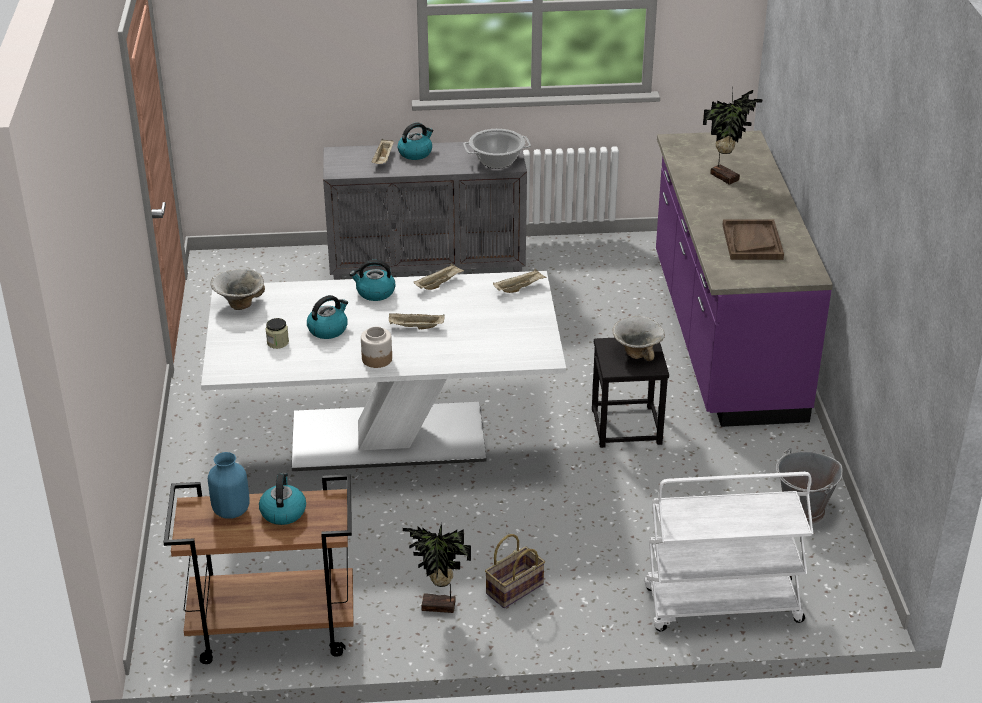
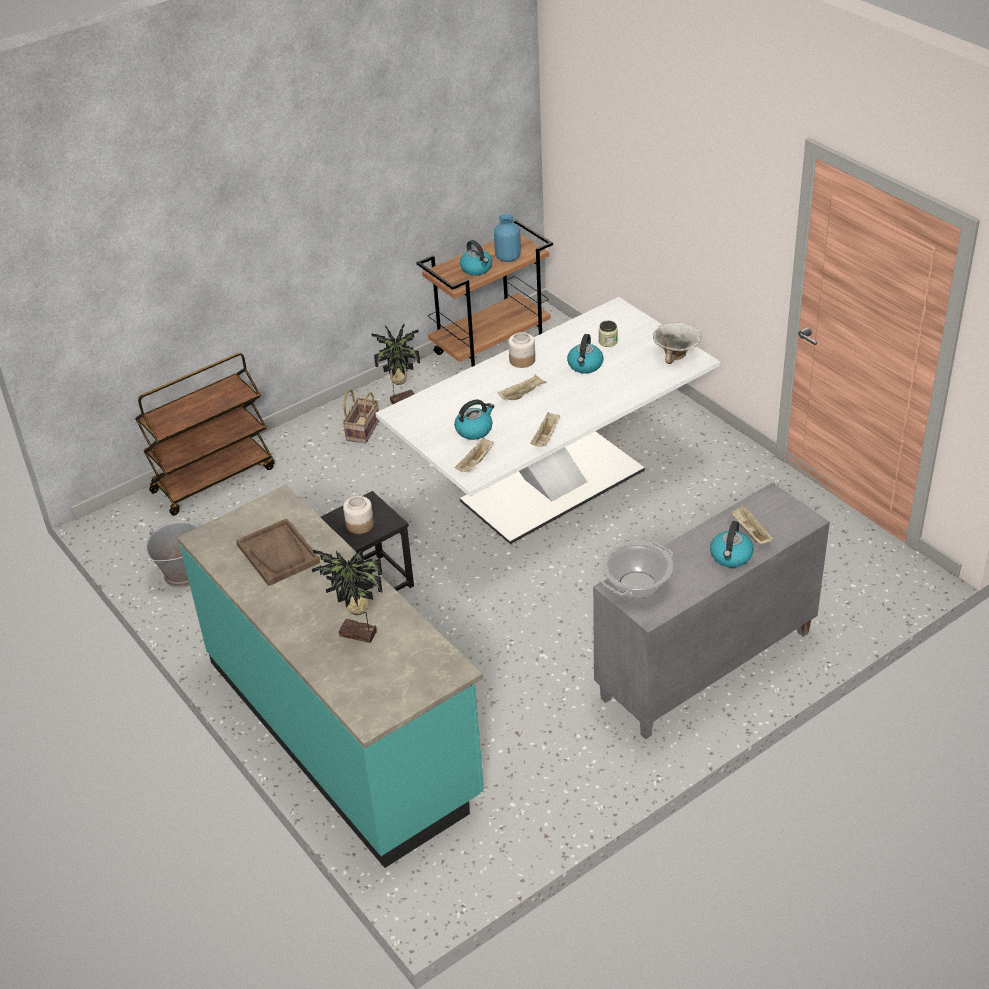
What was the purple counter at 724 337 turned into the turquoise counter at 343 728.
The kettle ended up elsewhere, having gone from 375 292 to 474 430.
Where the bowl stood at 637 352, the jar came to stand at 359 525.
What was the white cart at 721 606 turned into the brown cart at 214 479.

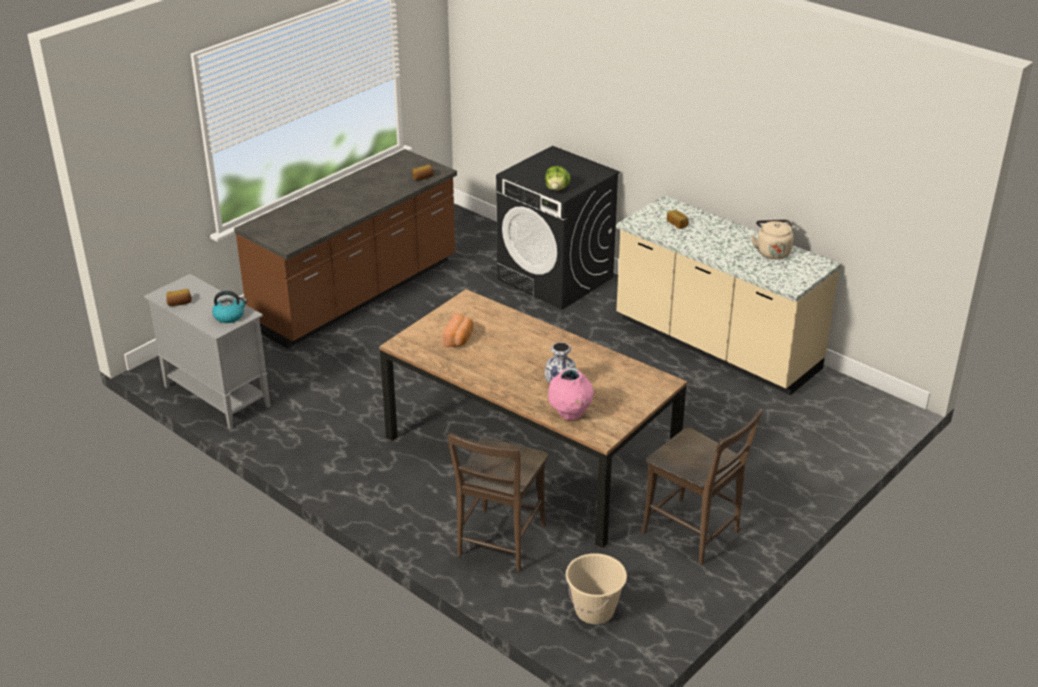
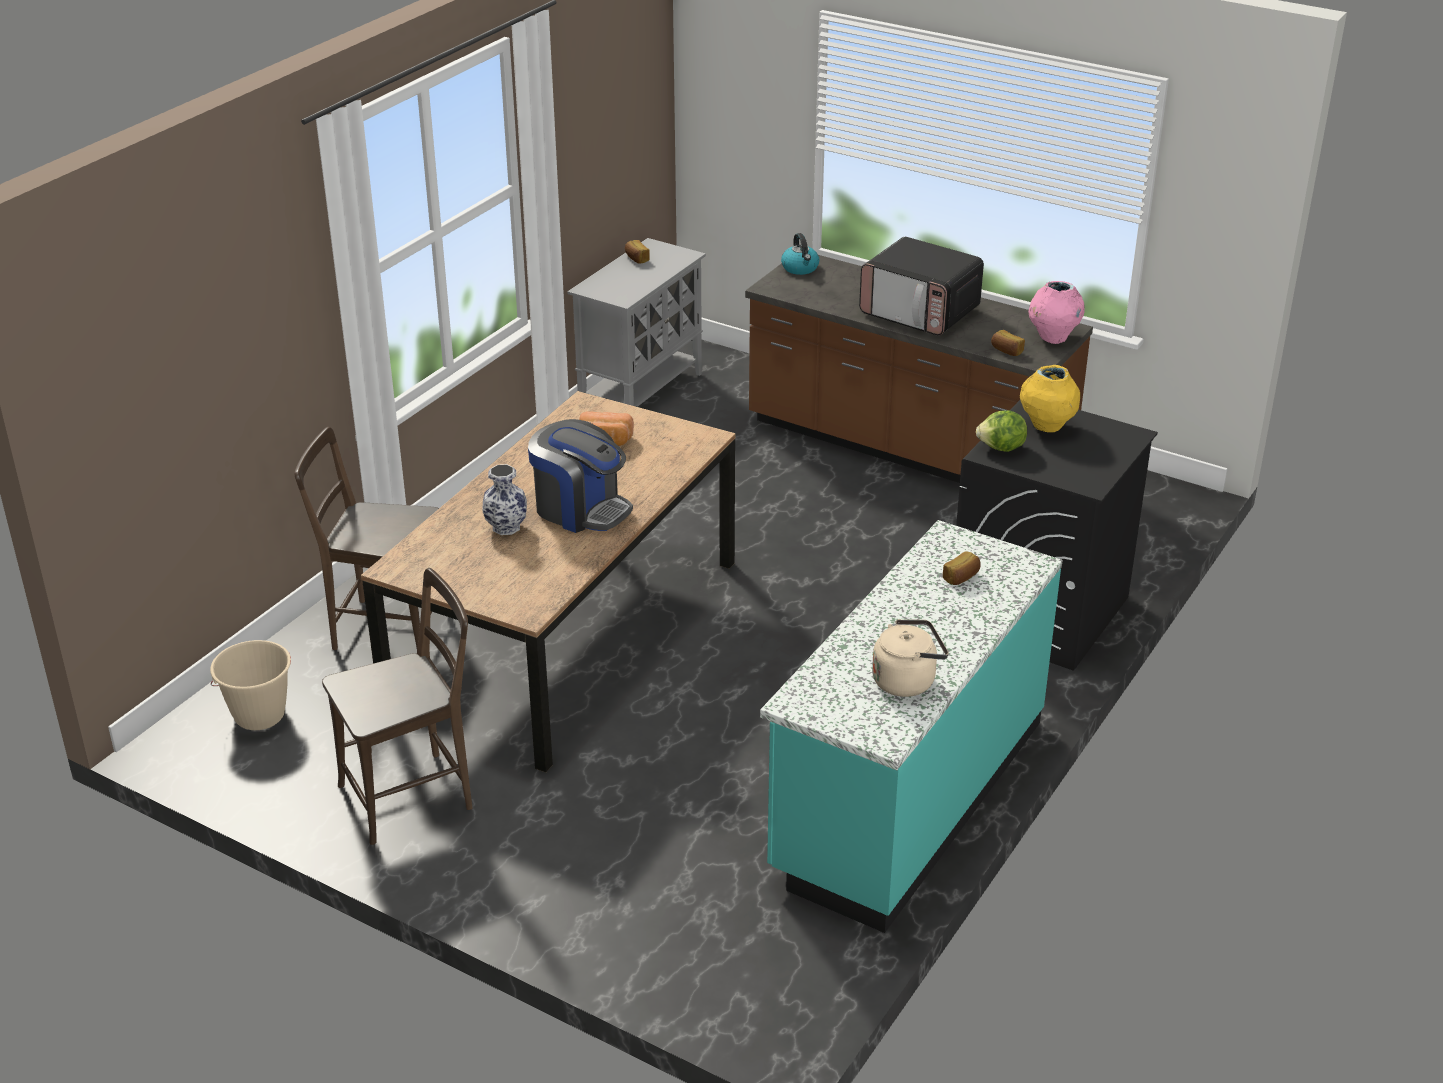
What was the beige counter at 715 346 turned into the turquoise counter at 907 797.
The kettle ended up elsewhere, having gone from 229 316 to 800 268.
The pink vase ended up elsewhere, having gone from 570 414 to 1053 338.
The brown chair at 695 534 ended up facing another way, 150 degrees counterclockwise from before.
The second view gained the microwave at 920 312.
The second view gained the yellow vase at 1047 427.
The second view gained the coffee machine at 581 509.

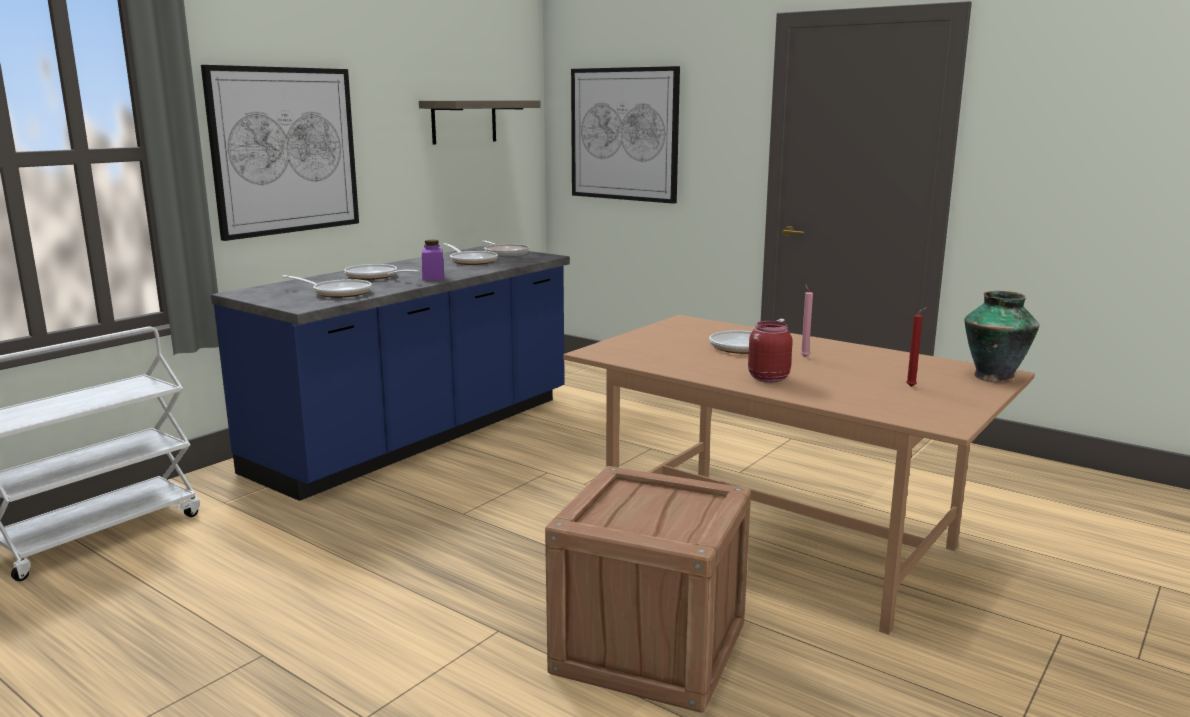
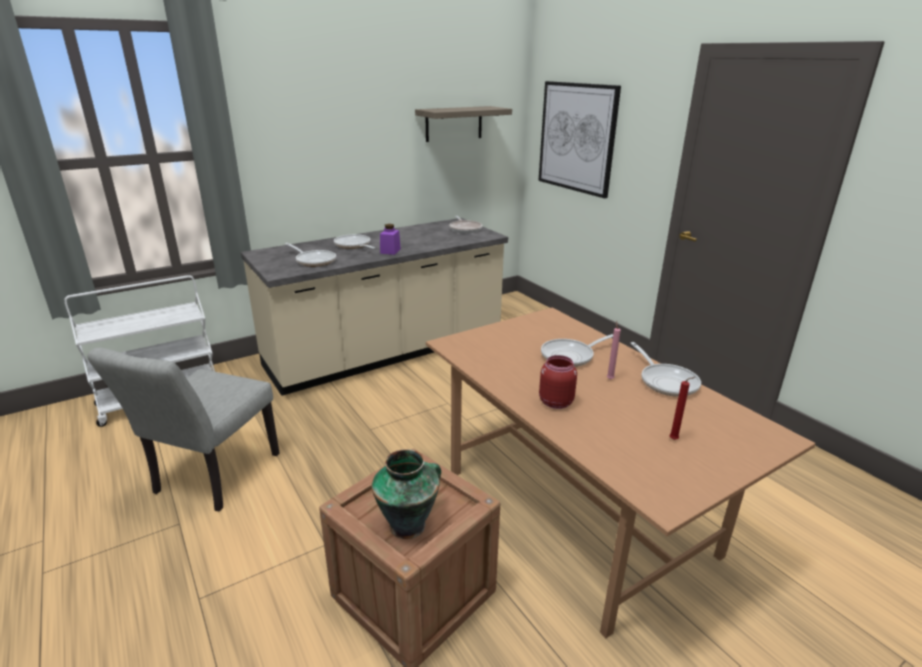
The second view lost the picture at 285 151.
The frying pan ended up elsewhere, having gone from 471 261 to 666 381.
What was the blue counter at 418 435 turned into the beige counter at 386 352.
The vase ended up elsewhere, having gone from 994 376 to 409 524.
The second view gained the grey chair at 211 478.

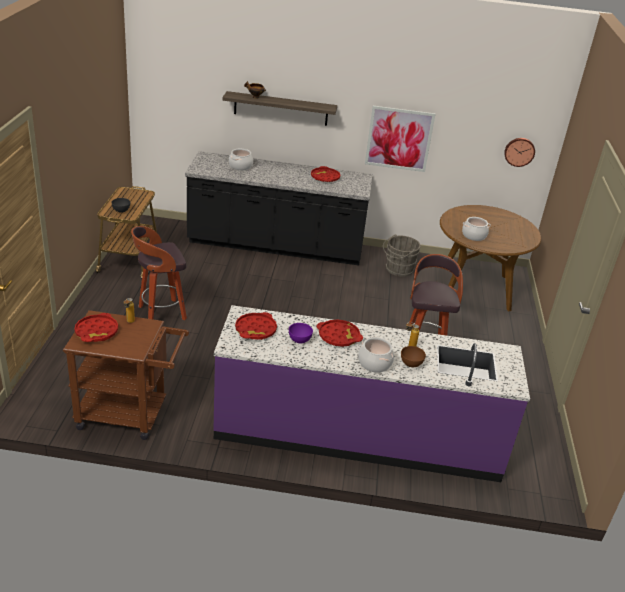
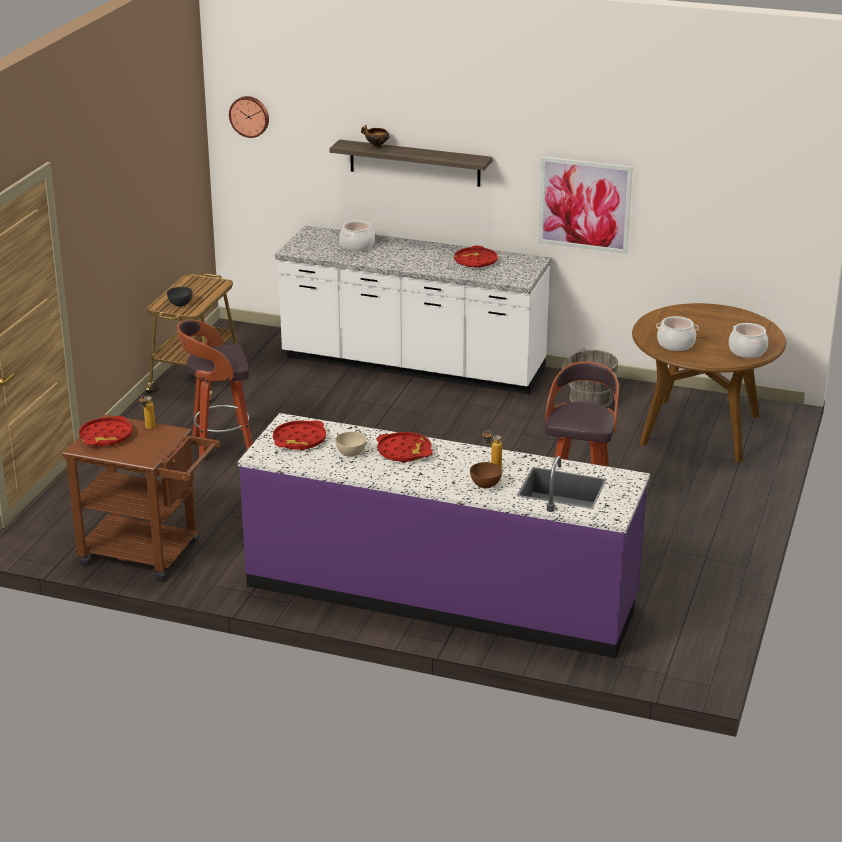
The wall clock ended up elsewhere, having gone from 519 151 to 249 116.
What was the black counter at 275 246 turned into the white counter at 413 366.
What was the purple bowl at 299 340 turned into the beige bowl at 351 453.
The cooking pot ended up elsewhere, having gone from 374 363 to 747 351.

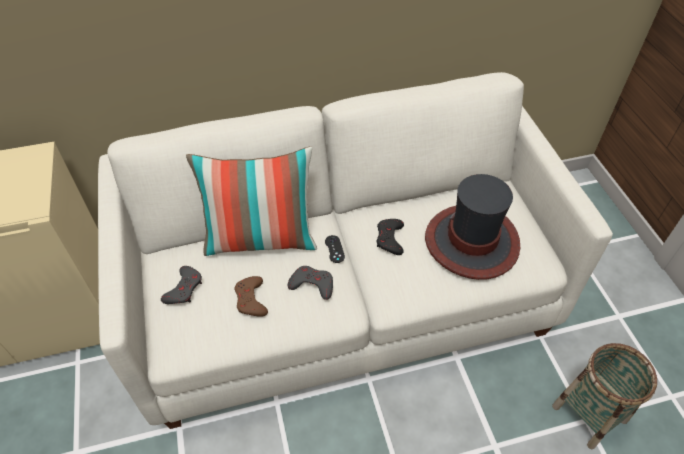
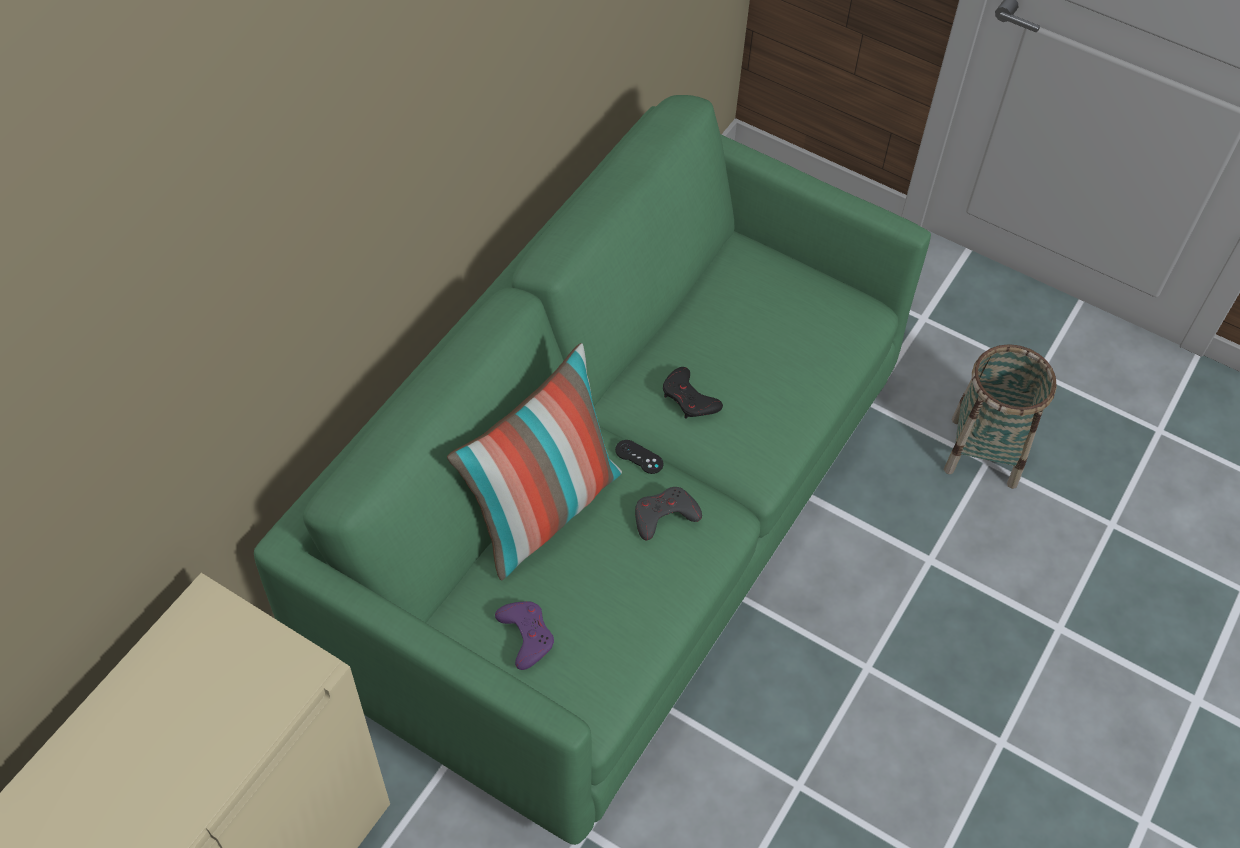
What was the white sofa at 341 299 turned into the green sofa at 614 529.
The second view lost the hat at 472 242.
What was the grey game controller at 184 289 turned into the purple game controller at 526 635.
The second view lost the brown game controller at 251 300.

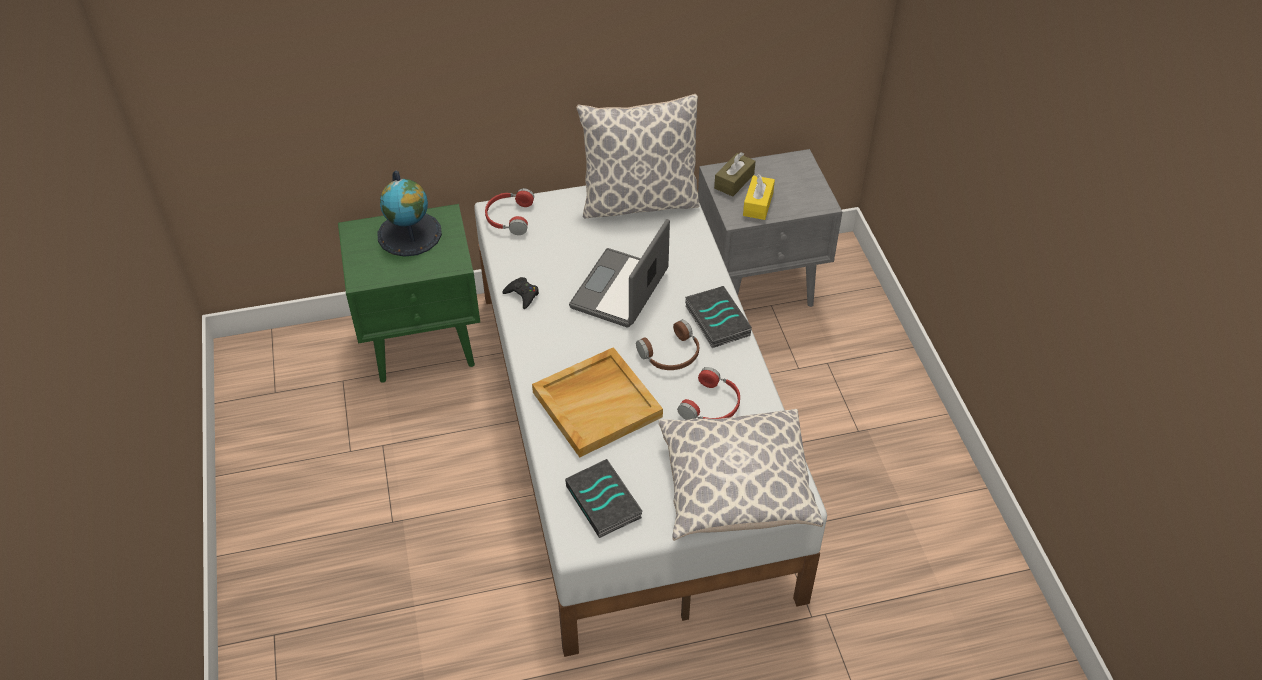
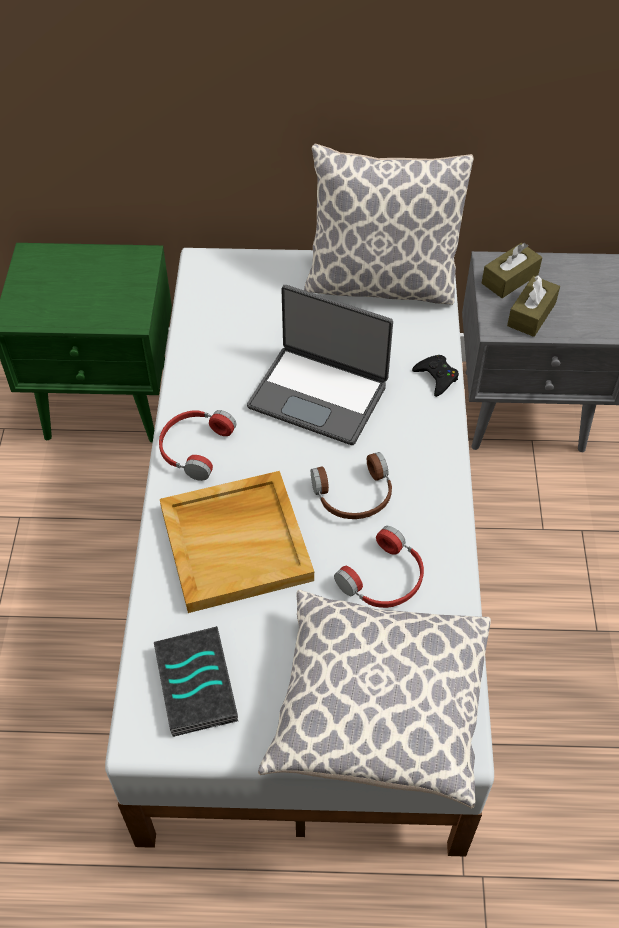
The second view lost the globe at 410 234.
What was the yellow tissue box at 758 204 turned into the brown tissue box at 531 314.
The red headphones ended up elsewhere, having gone from 508 217 to 194 448.
The laptop at 621 290 ended up facing another way, 105 degrees counterclockwise from before.
The black game controller ended up elsewhere, having gone from 522 295 to 436 377.
The second view lost the book at 715 320.

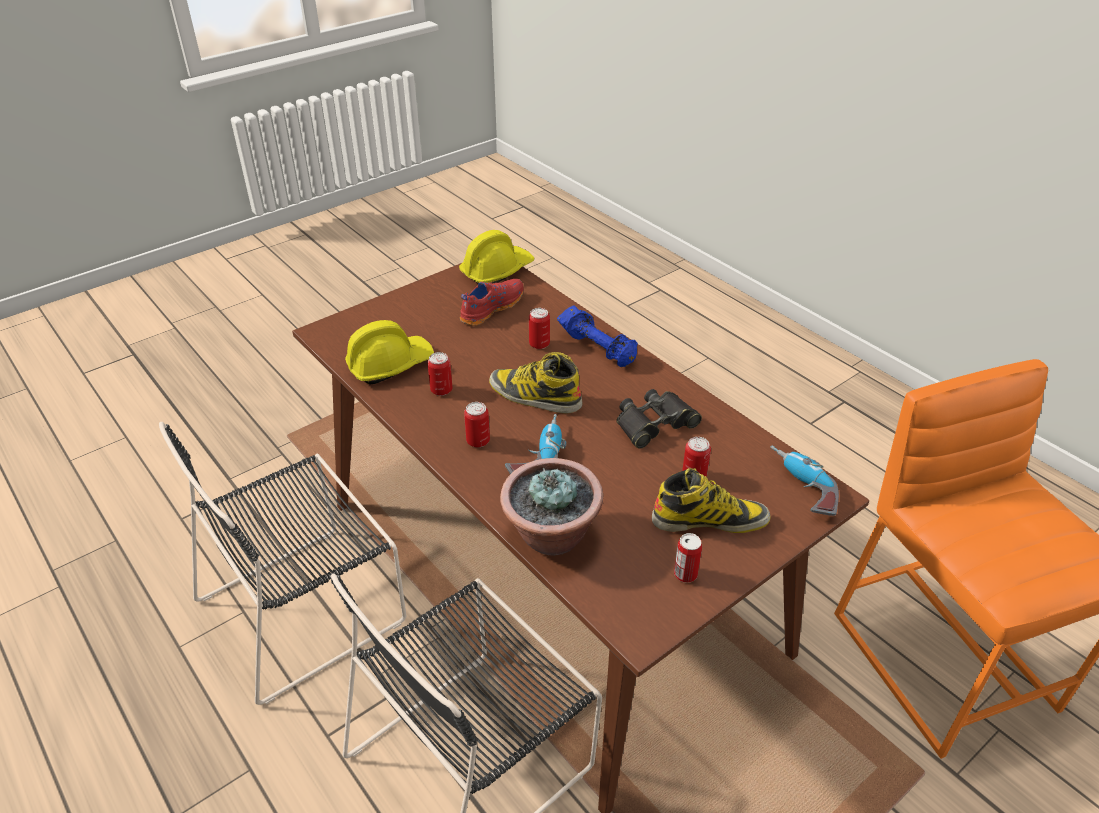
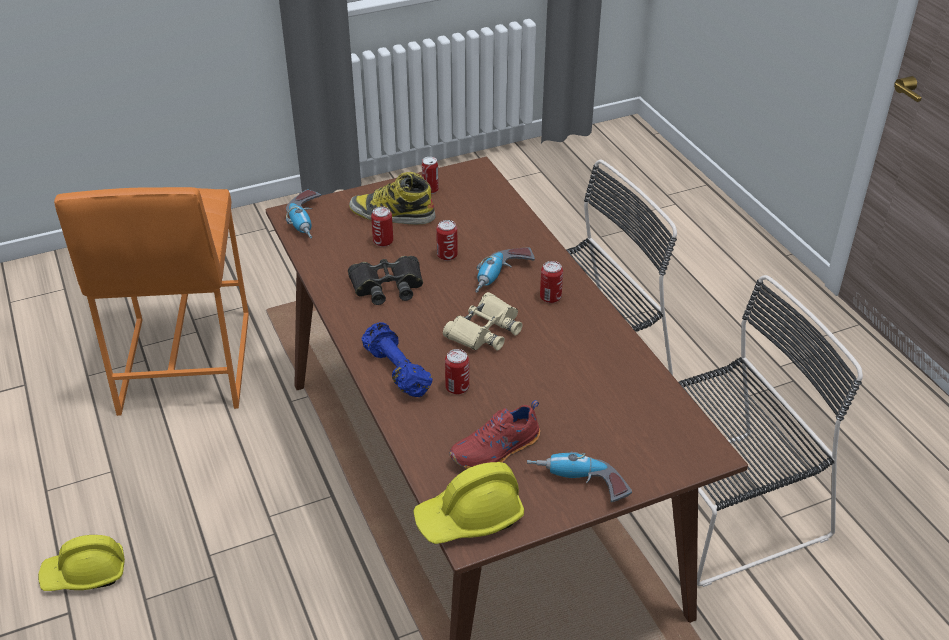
The yellow hard hat ended up elsewhere, having gone from 390 365 to 85 573.
The can ended up elsewhere, having gone from 441 390 to 447 255.
Where the boot stood at 534 396, the beige binoculars came to stand at 485 330.
The second view lost the potted plant at 551 536.
The second view gained the power drill at 577 484.

